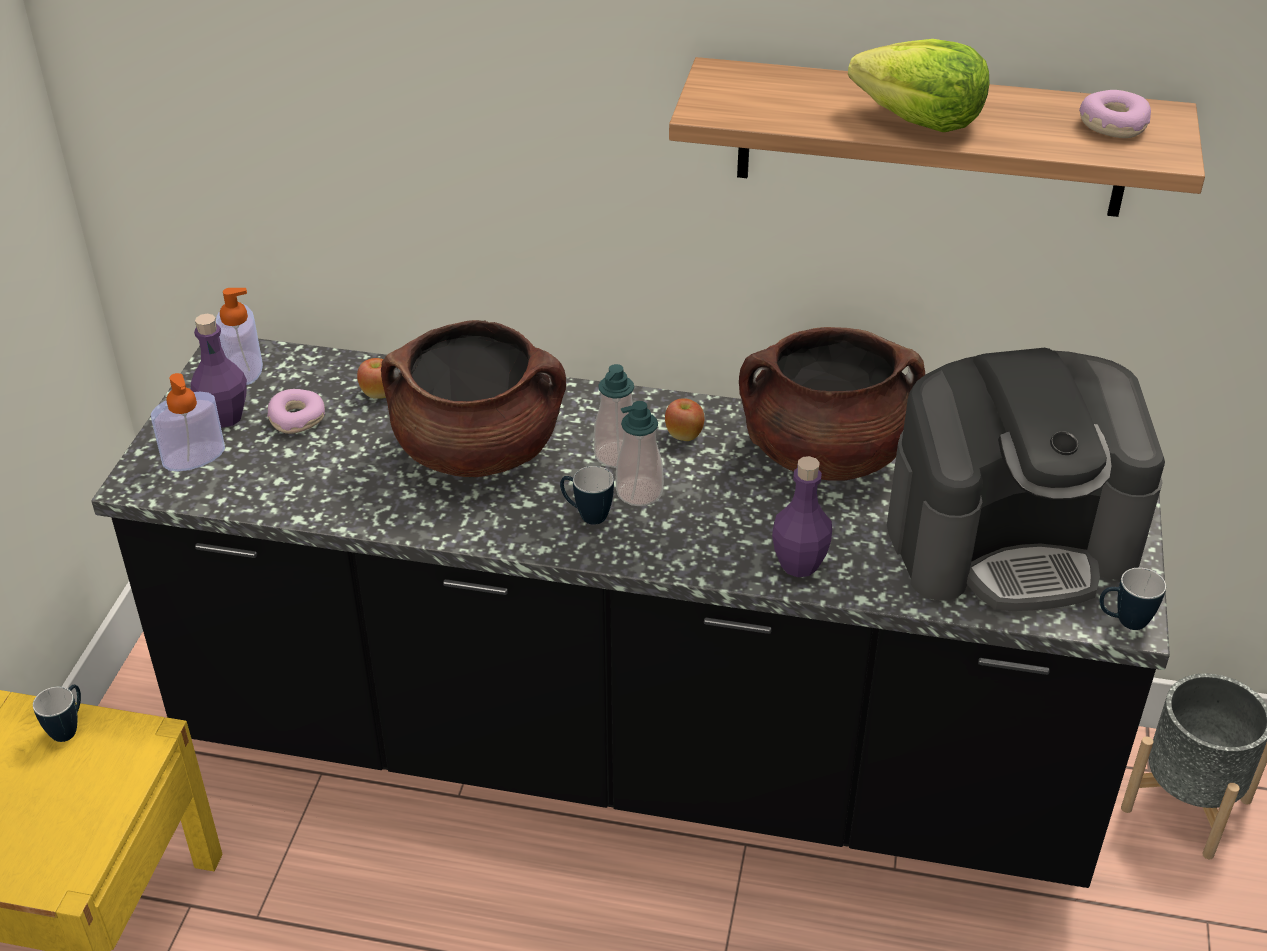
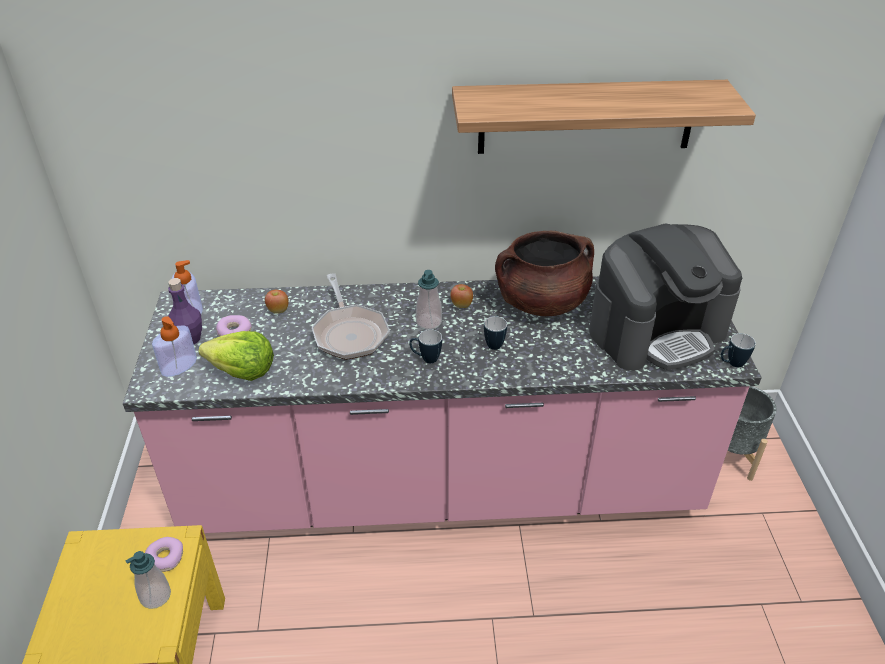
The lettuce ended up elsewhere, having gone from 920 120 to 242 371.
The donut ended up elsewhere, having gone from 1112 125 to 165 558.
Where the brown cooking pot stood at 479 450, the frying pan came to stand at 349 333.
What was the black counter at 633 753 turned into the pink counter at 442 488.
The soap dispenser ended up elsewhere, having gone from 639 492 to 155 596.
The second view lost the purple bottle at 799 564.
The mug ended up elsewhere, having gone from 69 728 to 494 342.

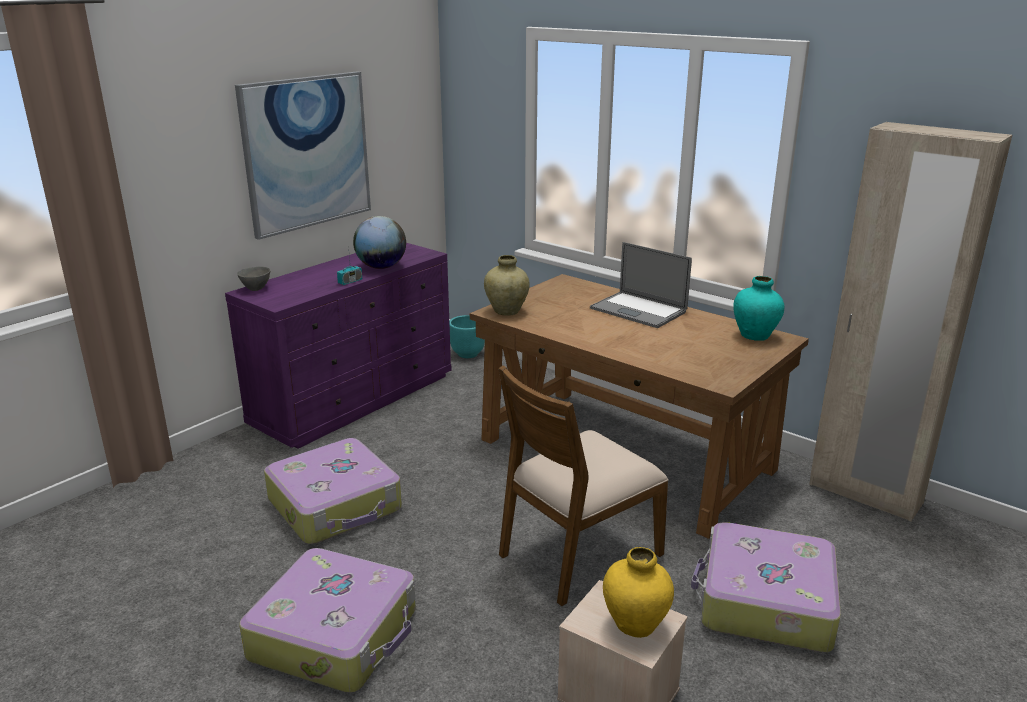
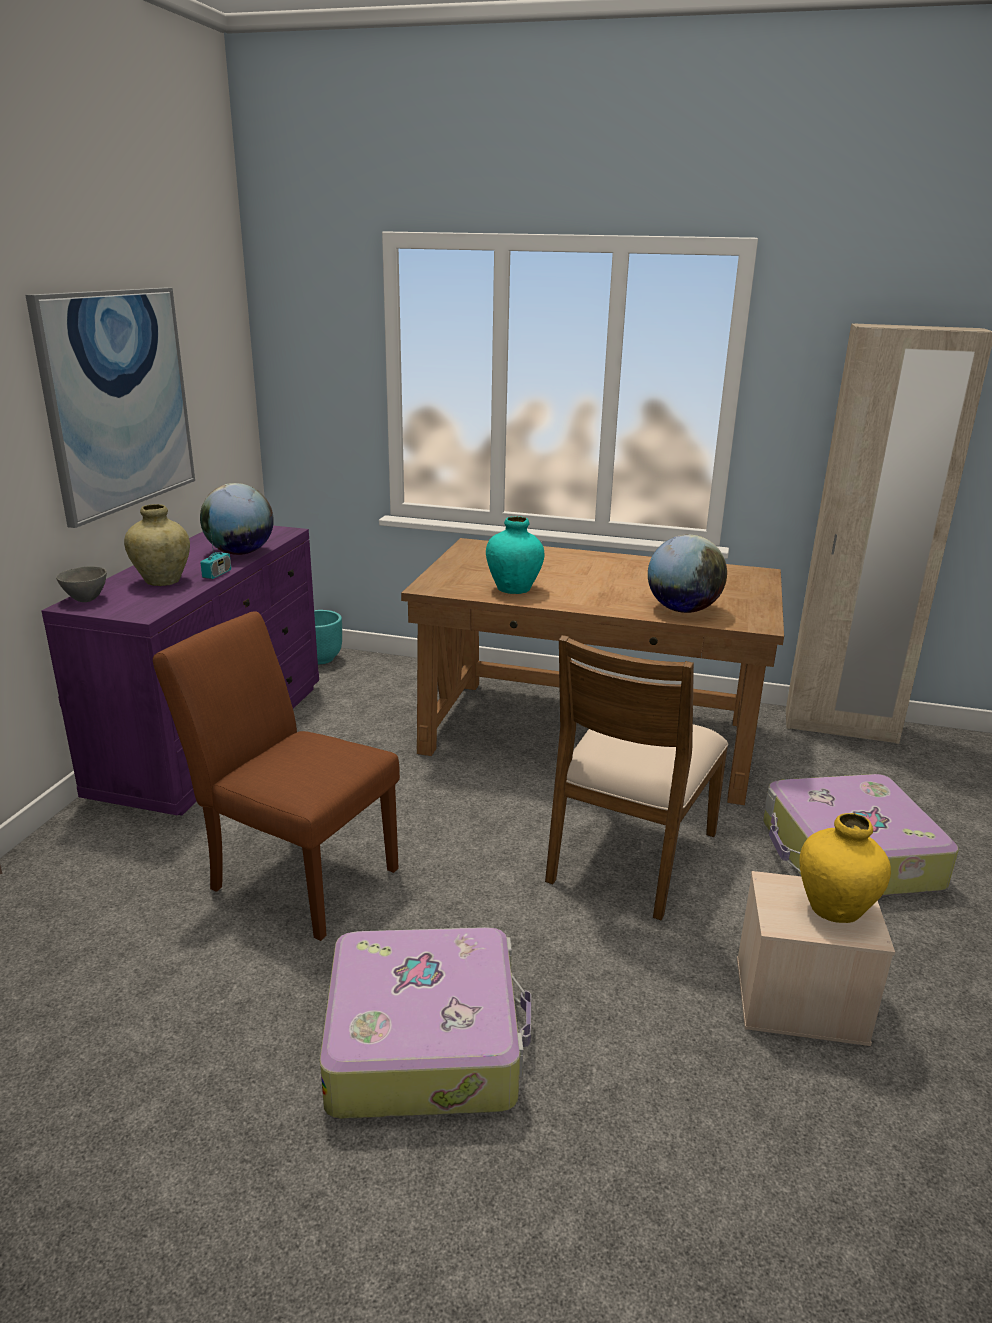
The second view lost the laptop at 638 310.
The beige vase ended up elsewhere, having gone from 506 311 to 162 581.
The turquoise vase ended up elsewhere, having gone from 754 336 to 514 589.
Where the suitcase stood at 336 505, the brown chair came to stand at 293 874.
The second view gained the globe at 682 610.

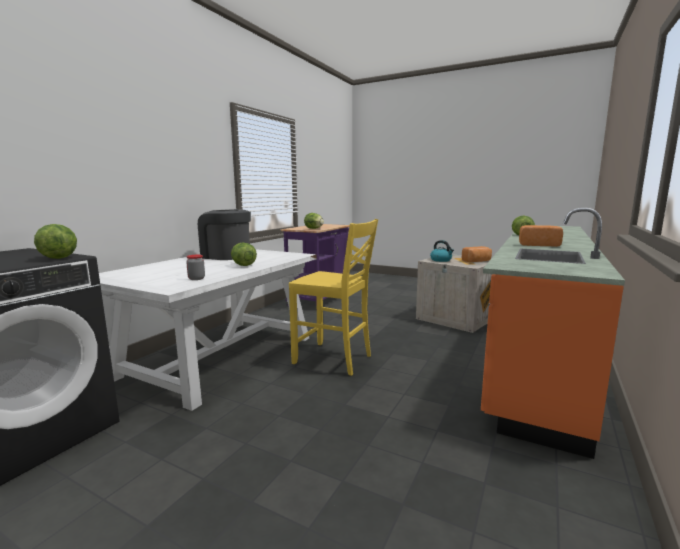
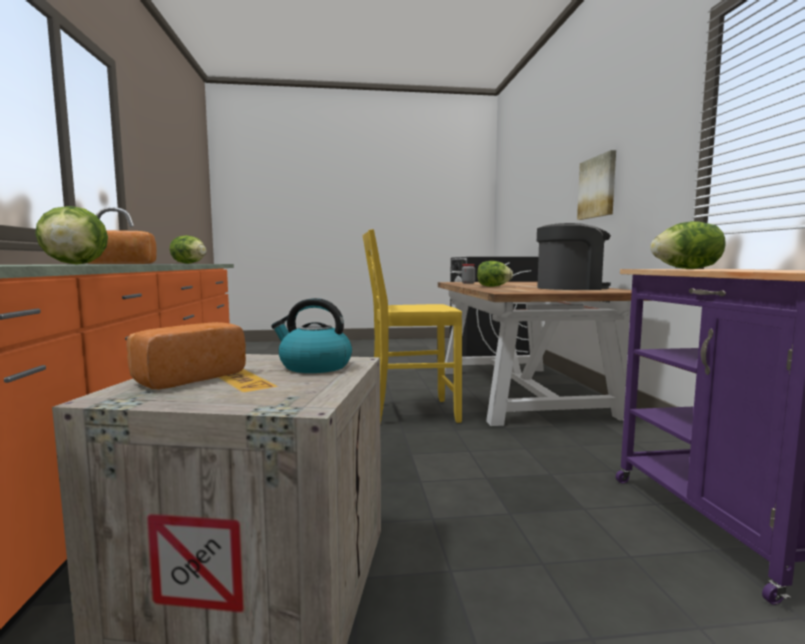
The lettuce ended up elsewhere, having gone from 59 258 to 189 263.
What was the white dining table at 219 356 turned into the brown dining table at 519 391.
The second view gained the picture at 597 187.

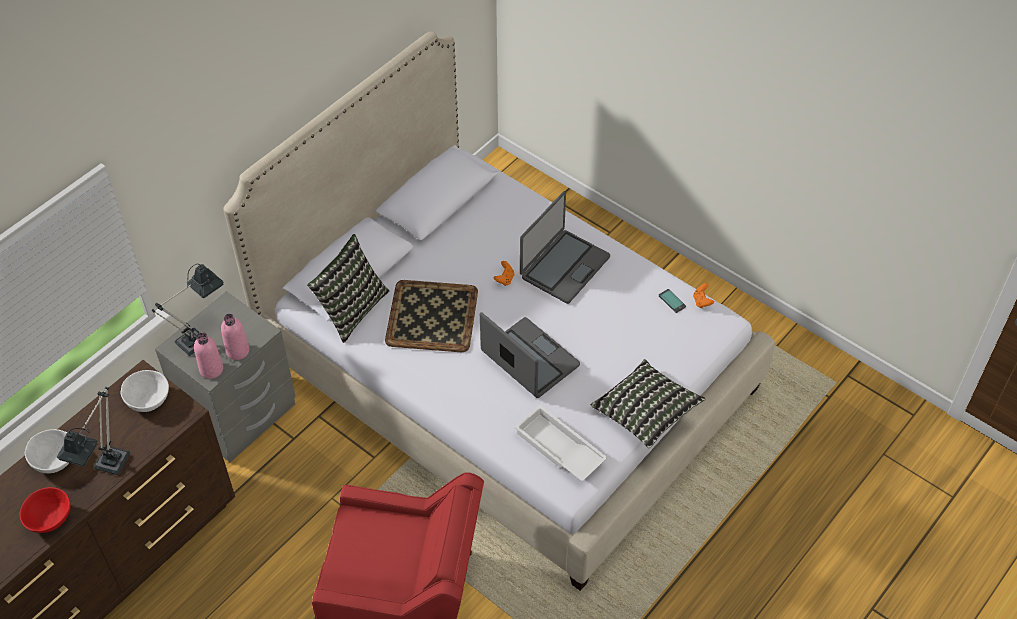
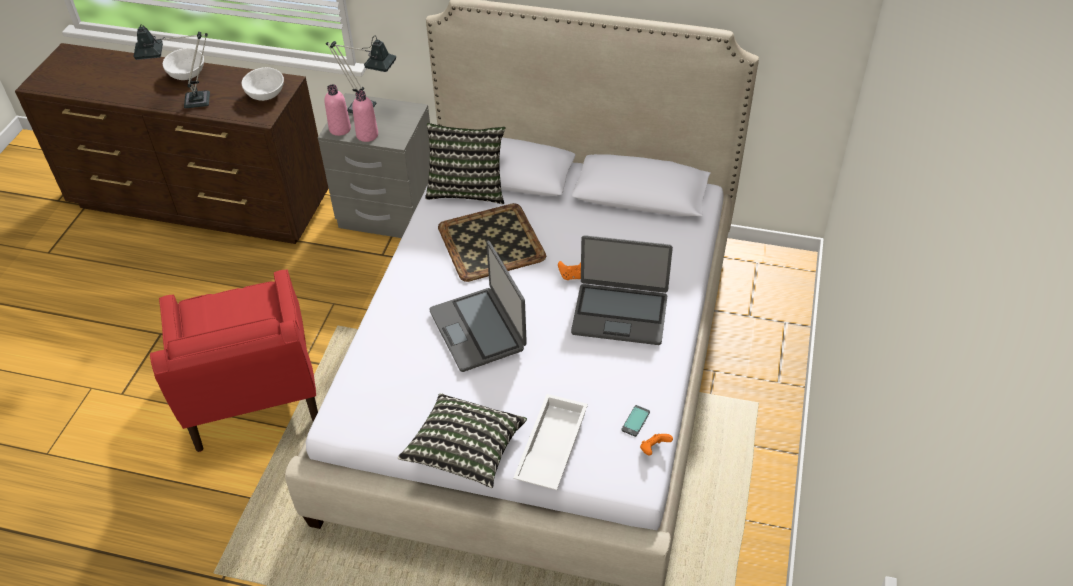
The laptop at 529 360 ended up facing another way, 135 degrees clockwise from before.
The white tray ended up elsewhere, having gone from 558 449 to 550 447.
The second view lost the red bowl at 50 518.

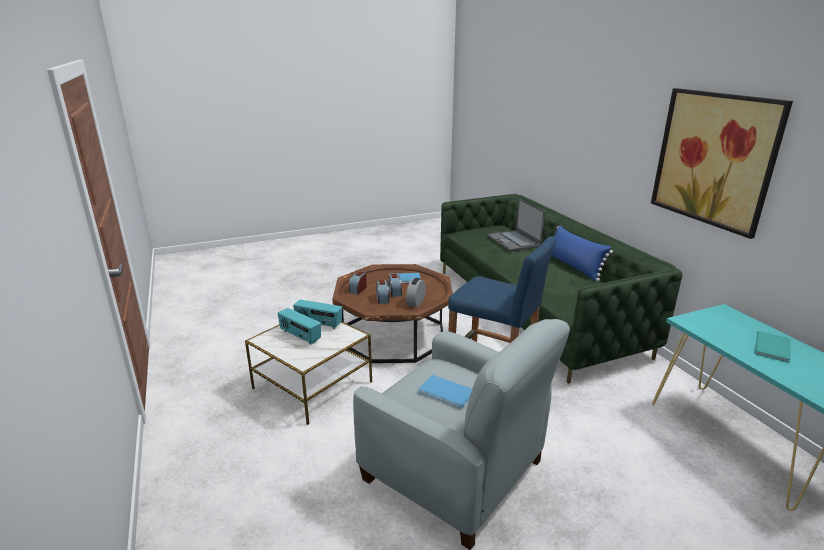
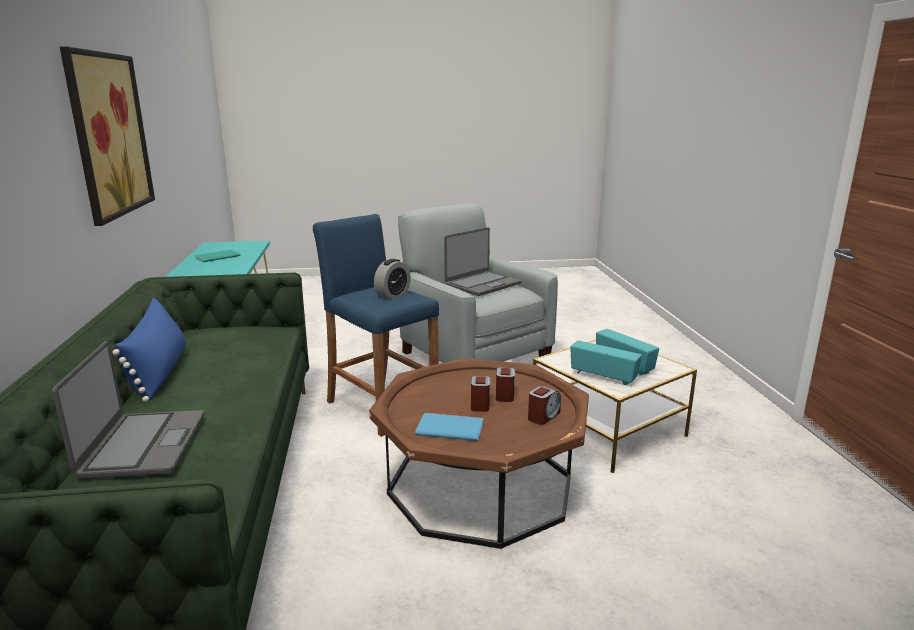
The alarm clock ended up elsewhere, having gone from 416 302 to 393 294.
Where the blue book stood at 447 393, the laptop came to stand at 482 284.

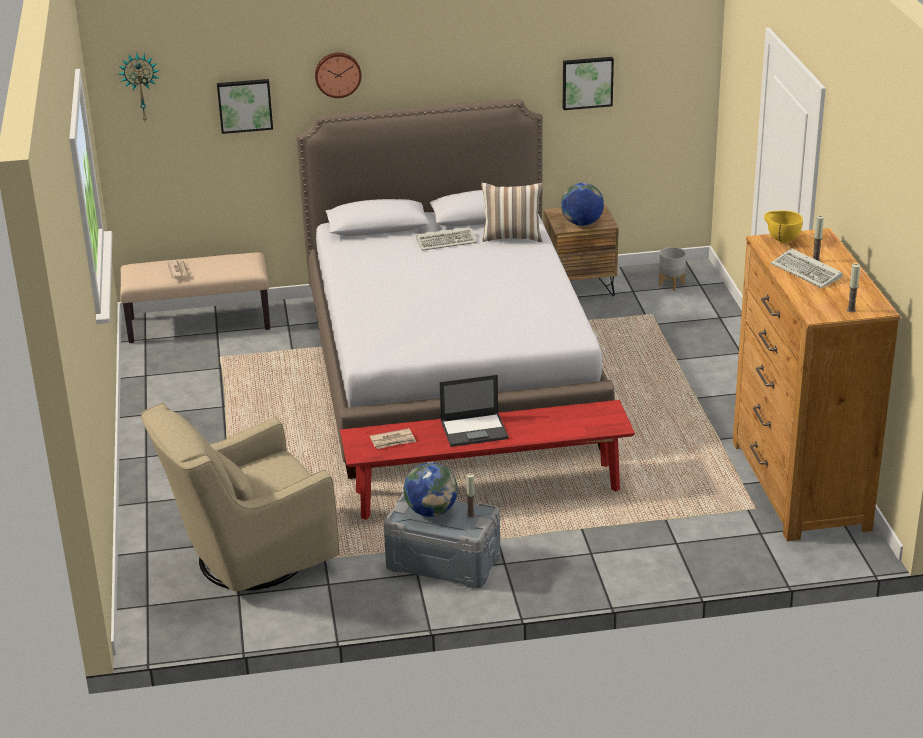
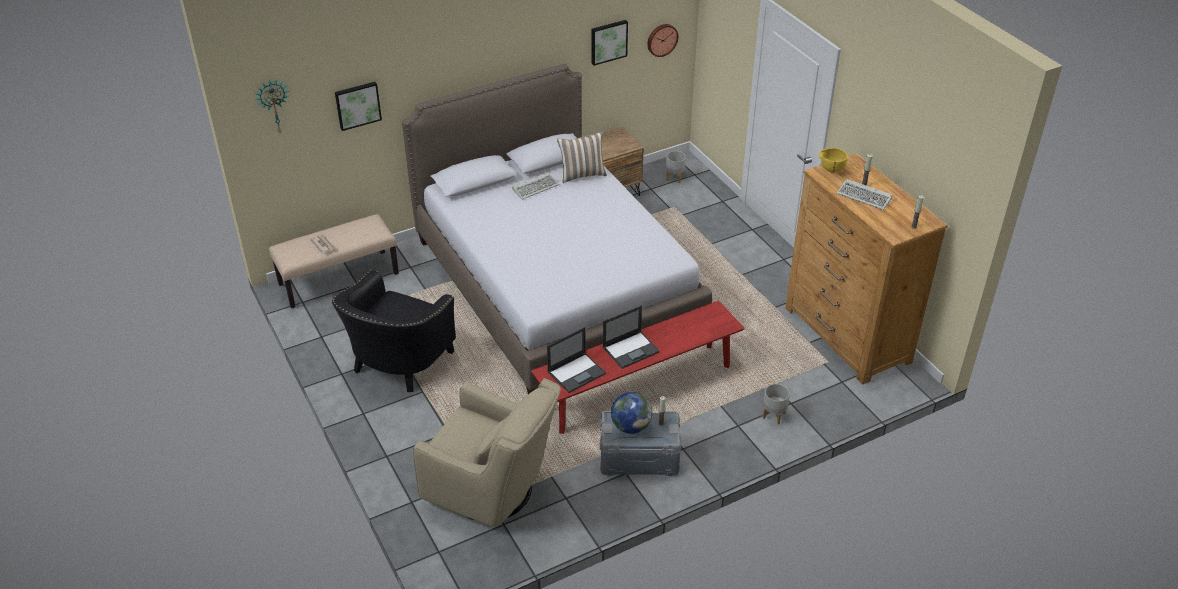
The wall clock ended up elsewhere, having gone from 337 74 to 661 39.
The second view lost the globe at 582 223.
The beige armchair at 247 559 ended up facing another way, 105 degrees counterclockwise from before.
Where the newspaper stood at 393 441, the laptop came to stand at 577 372.
The second view gained the black armchair at 397 364.
The second view gained the grey planter at 774 415.

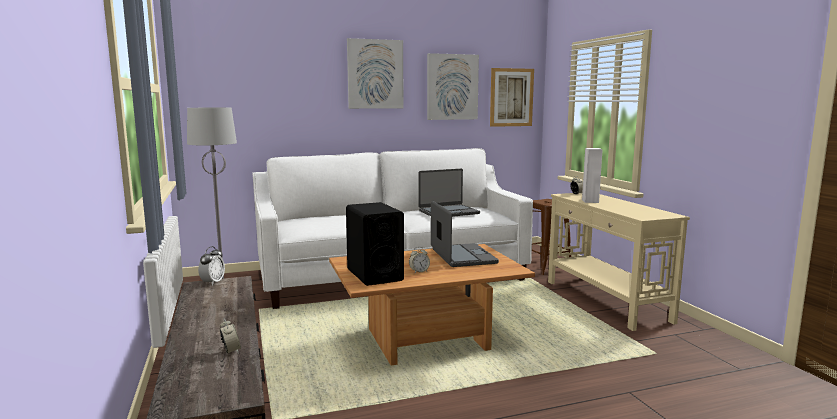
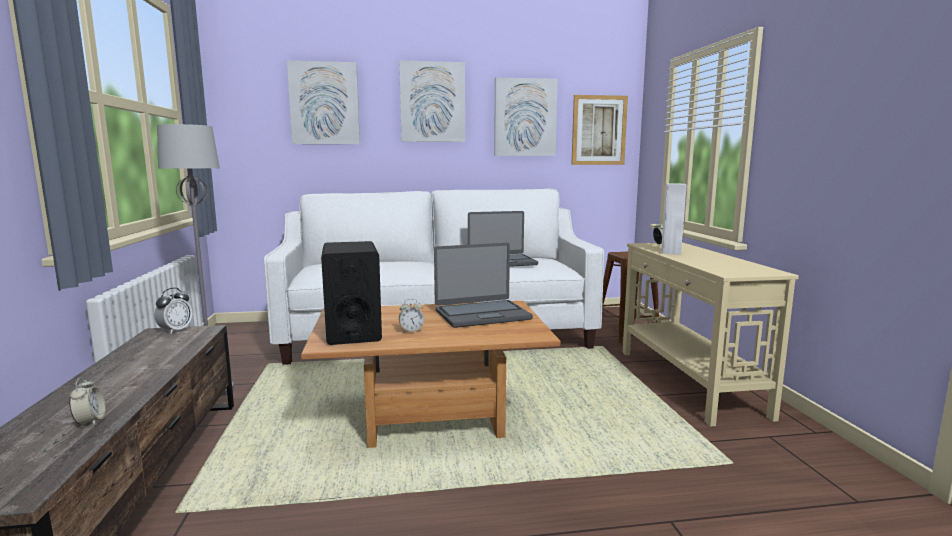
The laptop at 462 256 ended up facing another way, 75 degrees clockwise from before.
The second view gained the picture at 324 103.

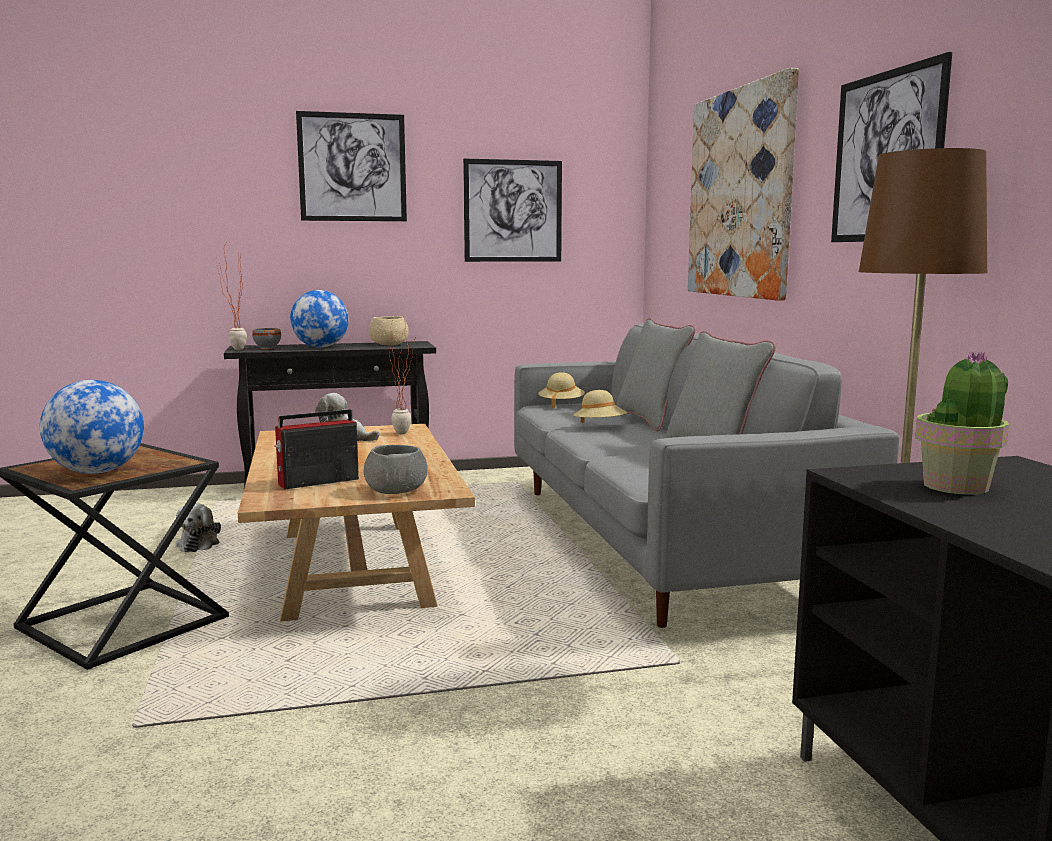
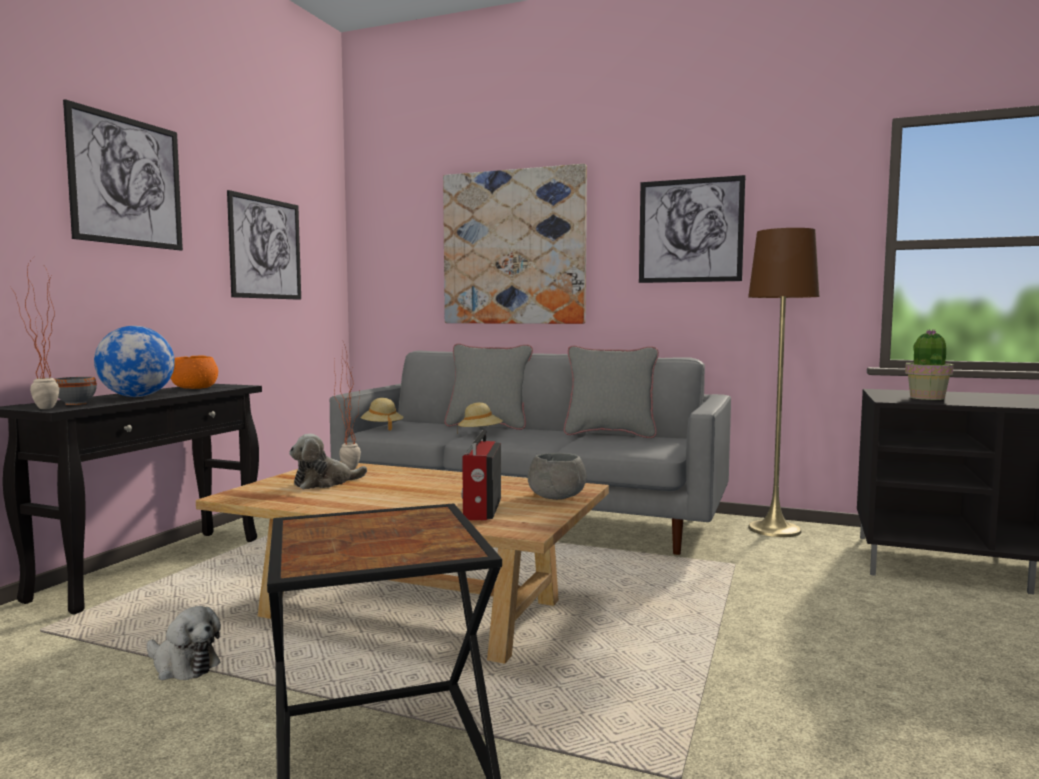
What was the beige bowl at 389 344 turned into the orange bowl at 195 388.
The second view lost the globe at 97 472.

